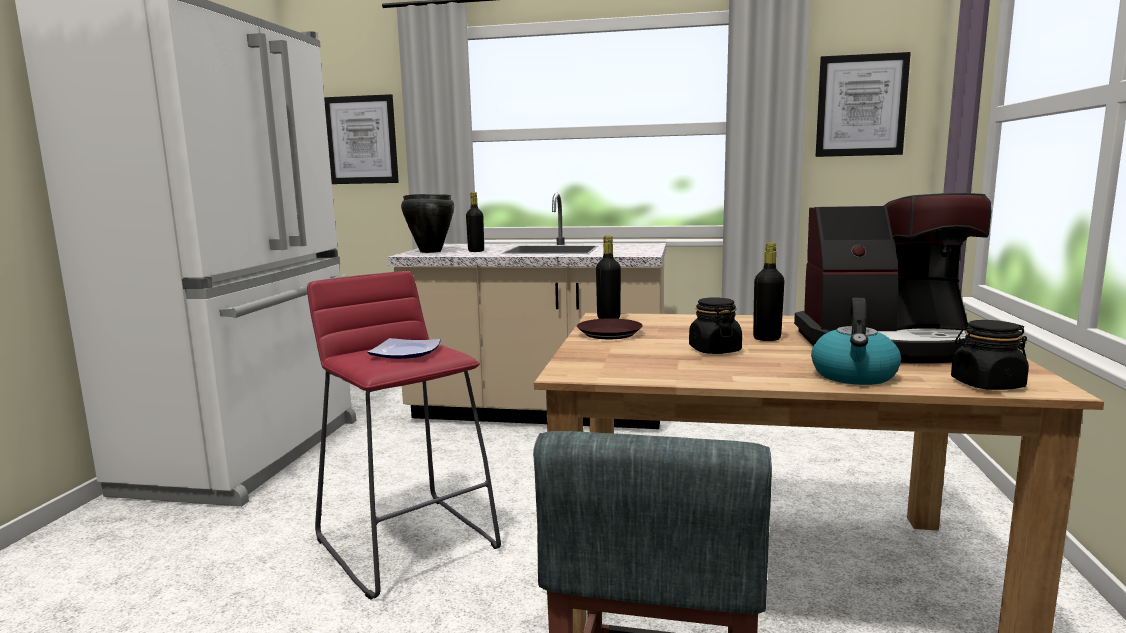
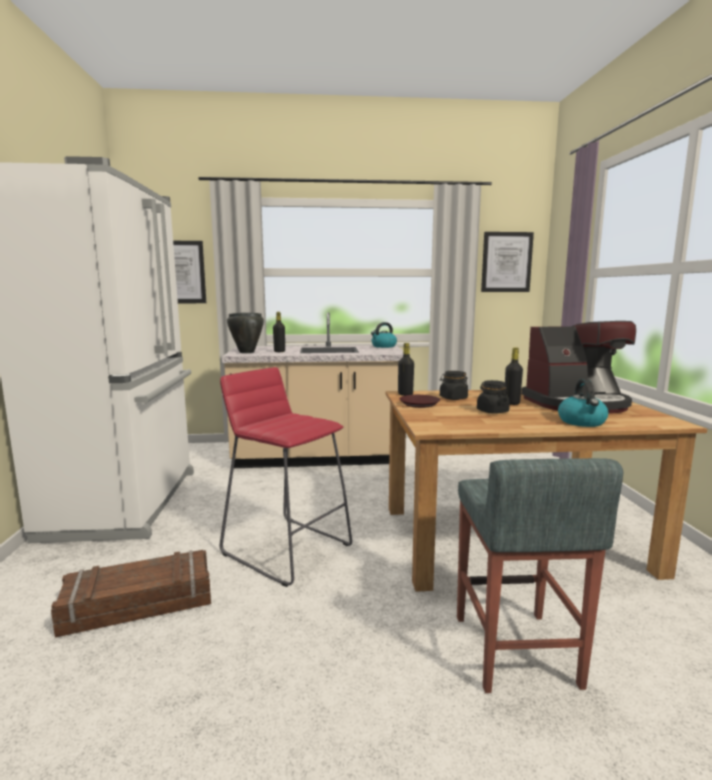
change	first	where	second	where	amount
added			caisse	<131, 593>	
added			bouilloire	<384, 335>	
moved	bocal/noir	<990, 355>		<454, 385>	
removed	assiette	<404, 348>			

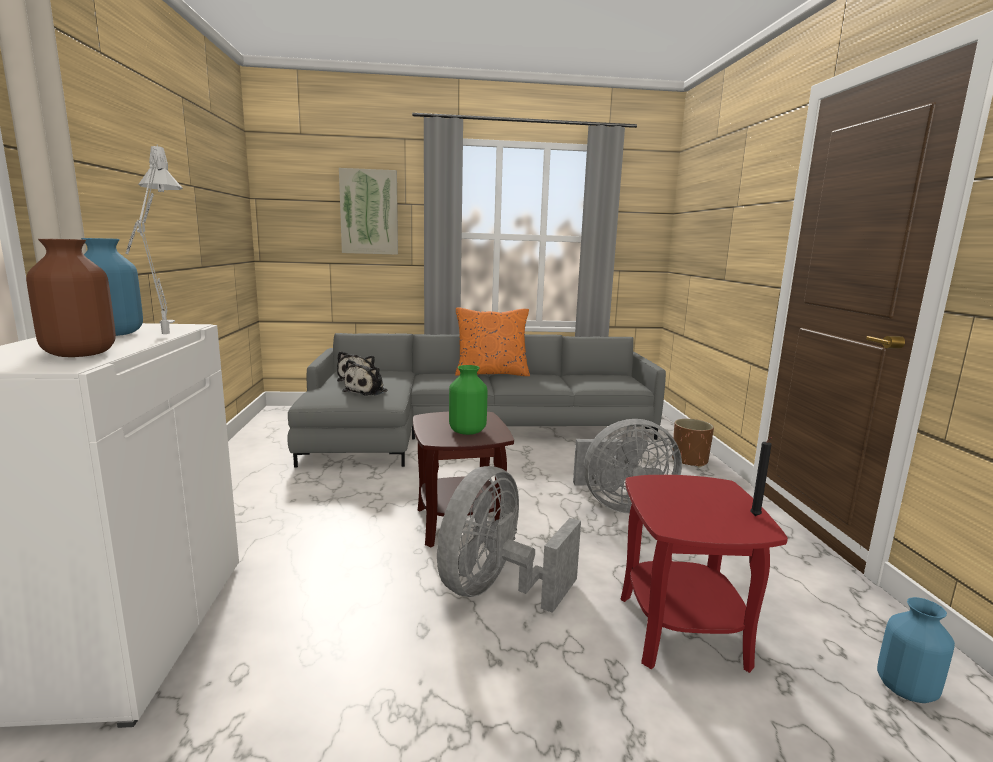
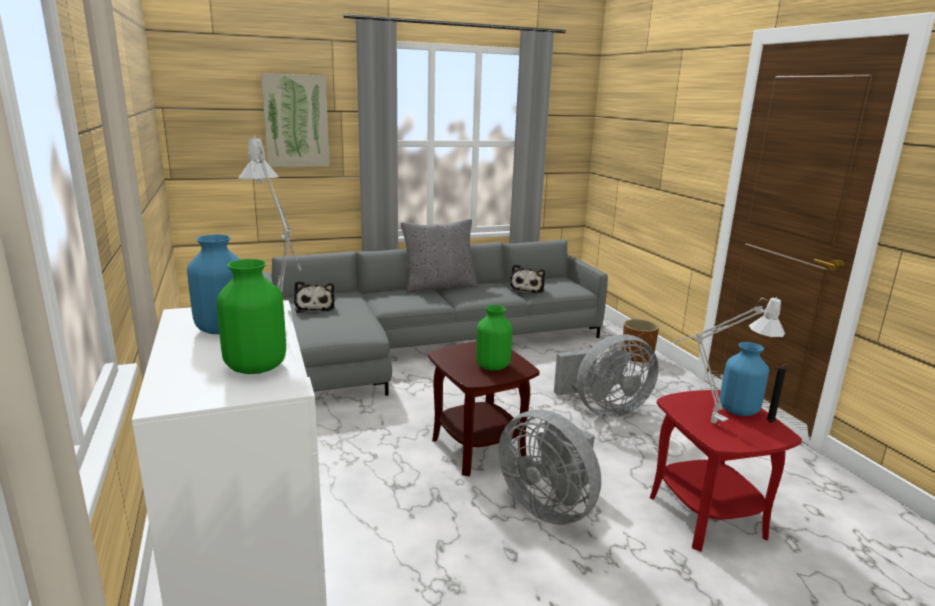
change	first	where	second	where	amount
recoloured	vase/marron	<71, 298>	vase/vert	<251, 316>	
recoloured	coussin/orange	<492, 342>	coussin/gris	<439, 256>	
turned	ventilateur/gris	<509, 539>		<550, 467>	60 degrees counterclockwise
moved	peluche	<365, 377>		<527, 278>	
added			lampe de table/gris	<728, 361>	
moved	vase/bleu	<916, 650>		<744, 379>	

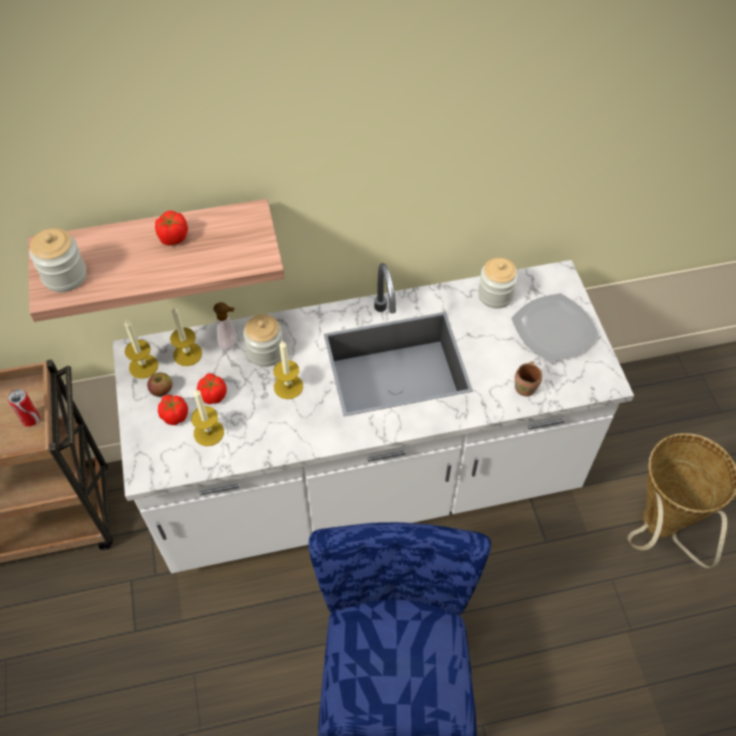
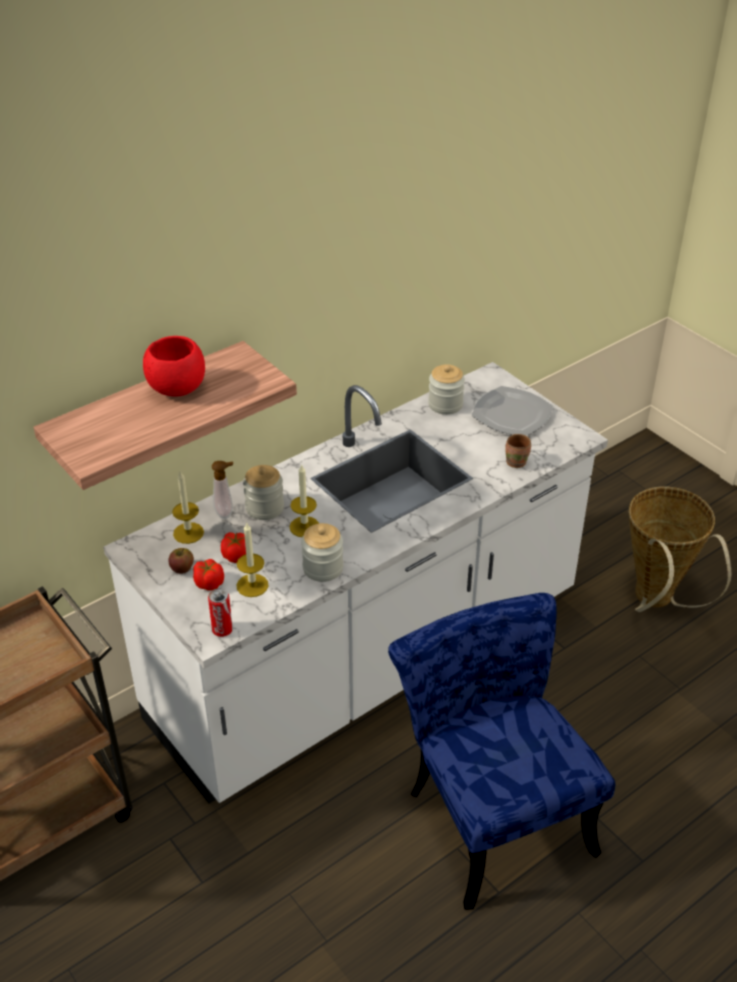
change	first	where	second	where	amount
replaced	tomate	<171, 228>	bol/rouge	<174, 366>	
moved	boîte métallique	<24, 408>		<220, 612>	
moved	bocal	<58, 260>		<322, 552>	
removed	bougie	<141, 349>			

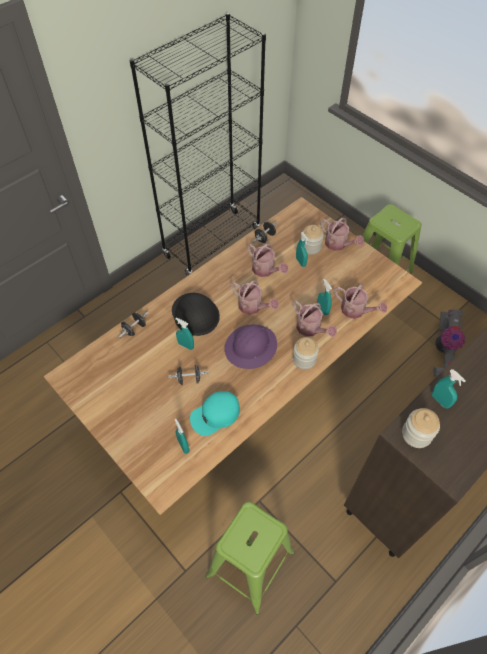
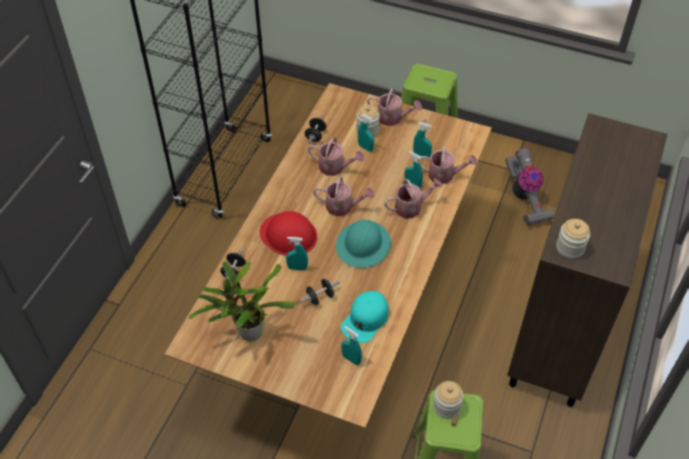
change	first	where	second	where	amount
added			plante en pot	<242, 301>	
recoloured	casque de chantier/noir	<196, 314>	casque de chantier/rouge	<288, 233>	
recoloured	casque de chantier/violet	<250, 346>	casque de chantier/turquoise	<363, 243>	
turned	arrosoir	<315, 319>		<413, 198>	45 degrees counterclockwise
moved	vaporisateur/turquoise	<449, 388>		<422, 139>	
moved	bocal	<306, 353>		<448, 400>	

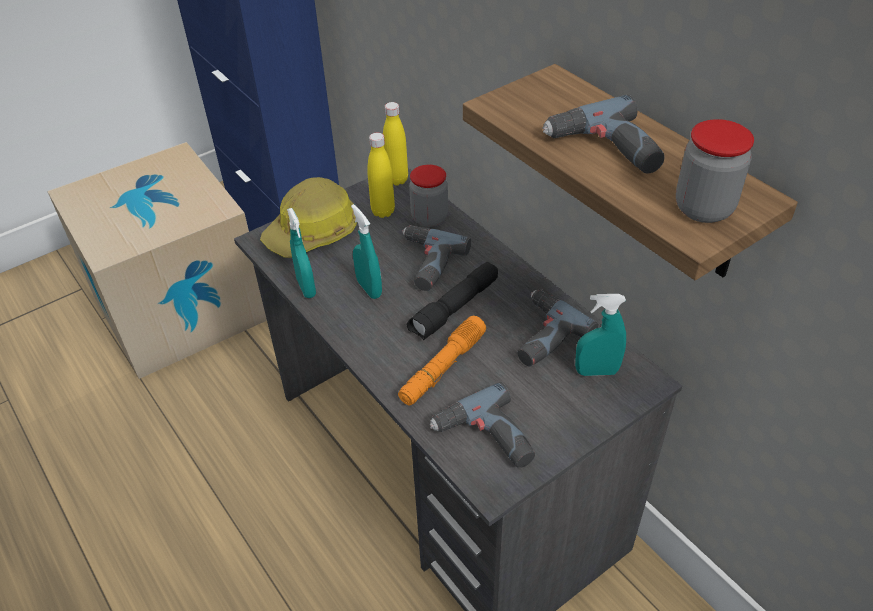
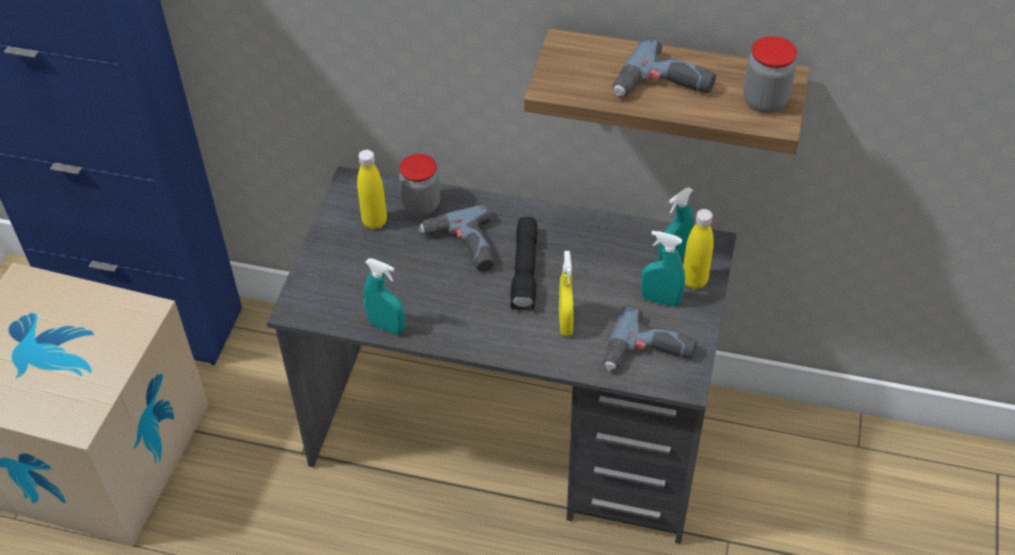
change	first	where	second	where	amount
replaced	lampe de poche/orange	<442, 361>	vaporisateur/jaune	<566, 293>	
moved	vaporisateur/turquoise	<366, 251>		<663, 269>	
moved	bouteille/jaune	<395, 144>		<698, 249>	
removed	casque de chantier	<308, 217>			
removed	perceuse	<558, 327>			

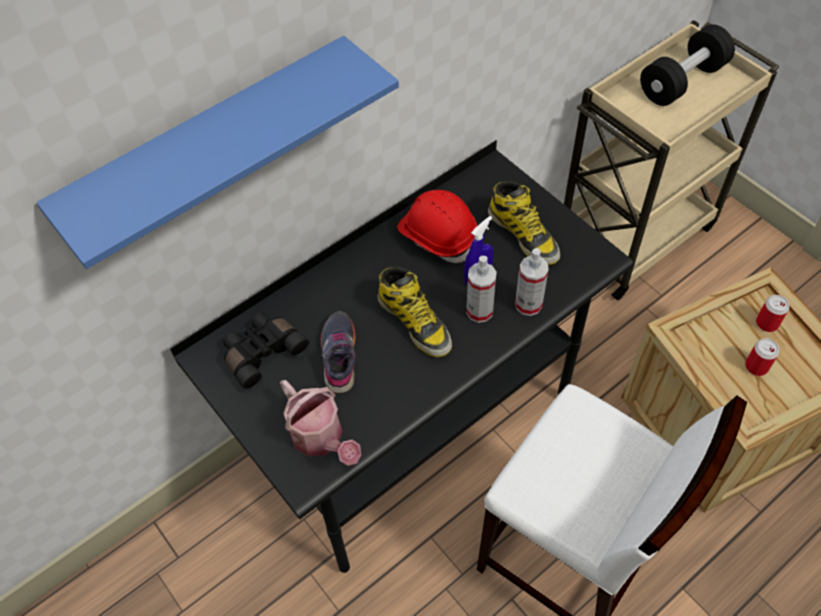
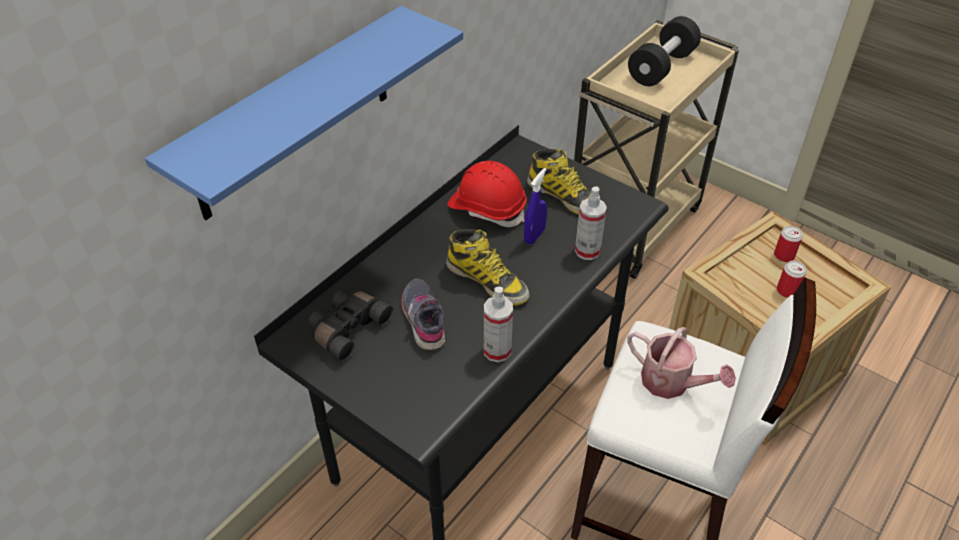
change	first	where	second	where	amount
moved	vaporisateur	<481, 289>		<498, 324>	
moved	arrosoir	<320, 423>		<681, 363>	

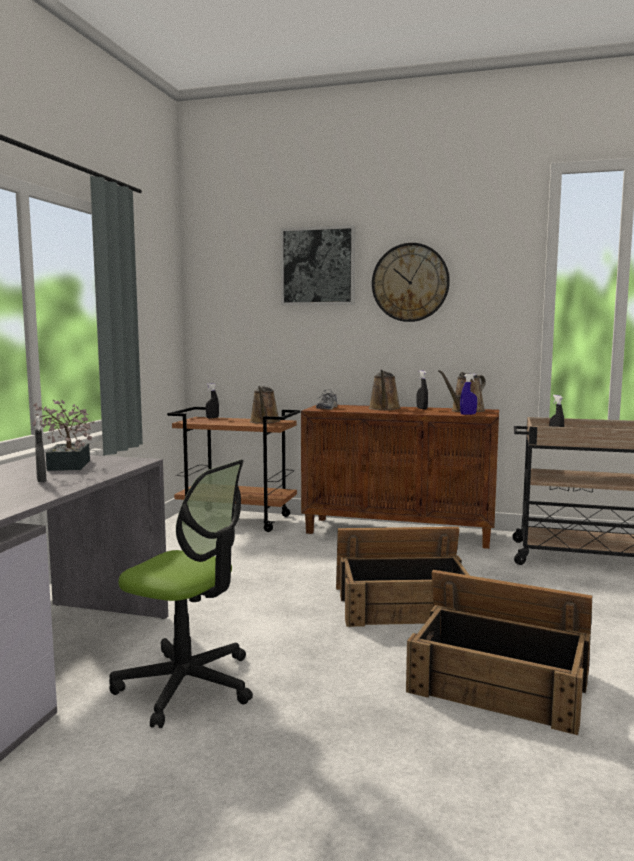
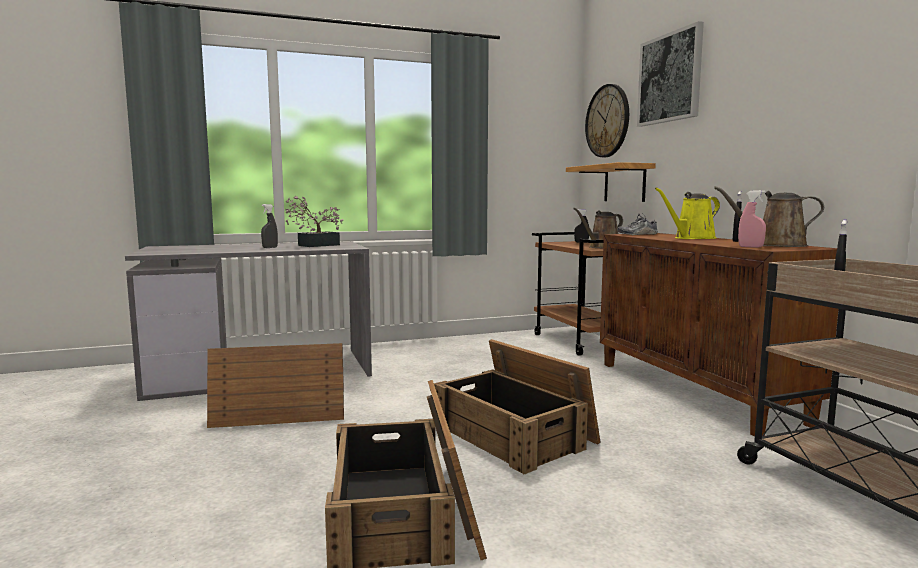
change	first	where	second	where	amount
replaced	chaise de bureau	<181, 594>	caisse	<275, 385>	
added			étagère	<611, 182>	
moved	horloge murale	<411, 282>		<607, 120>	
recoloured	arrosoir/marron	<384, 390>	arrosoir/jaune	<687, 213>	
recoloured	vaporisateur/bleu	<468, 394>	vaporisateur/rose	<752, 219>	

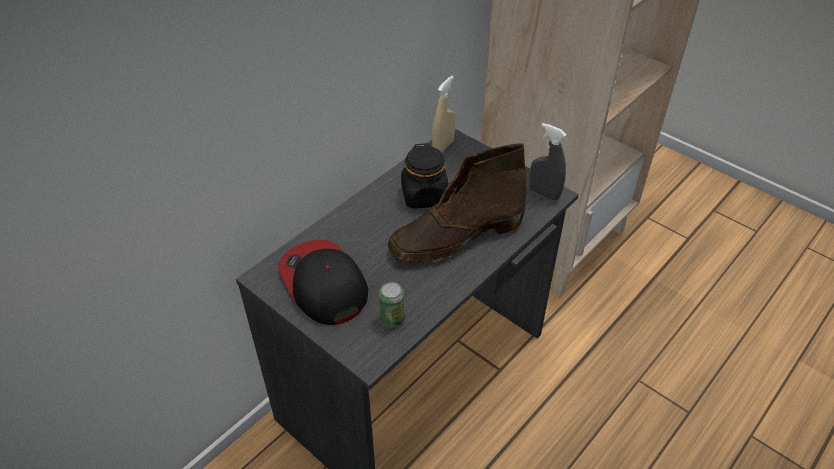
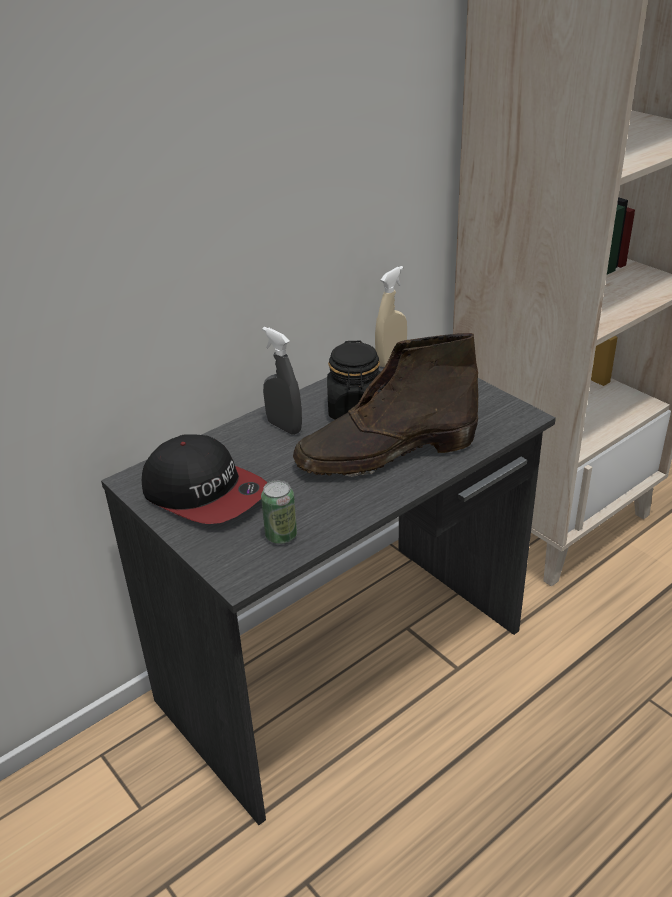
change	first	where	second	where	amount
turned	casquette	<323, 282>		<204, 479>	150 degrees clockwise
moved	vaporisateur/gris	<548, 161>		<282, 381>	

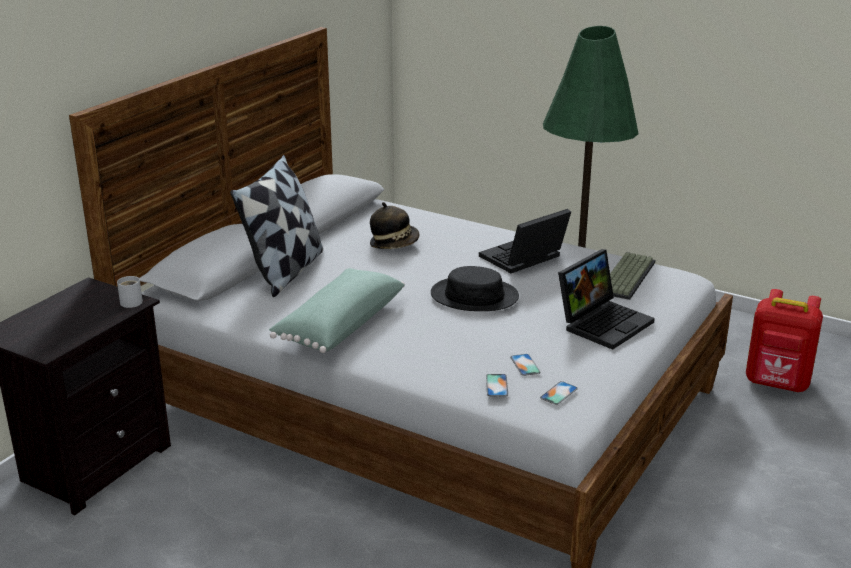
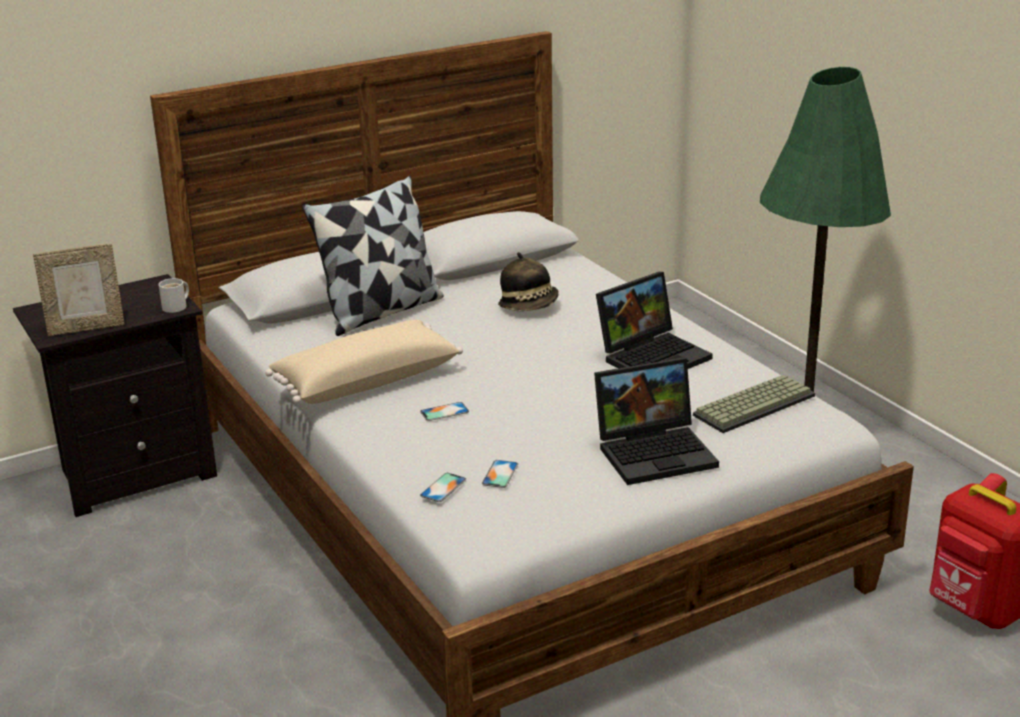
change	first	where	second	where	amount
added			cadre photo	<79, 290>	
recoloured	coussin/vert	<337, 310>	coussin/beige	<364, 362>	
moved	téléphone	<559, 393>		<444, 411>	
turned	ordinateur portable	<525, 241>		<654, 320>	150 degrees clockwise
removed	chapeau/noir	<475, 288>			

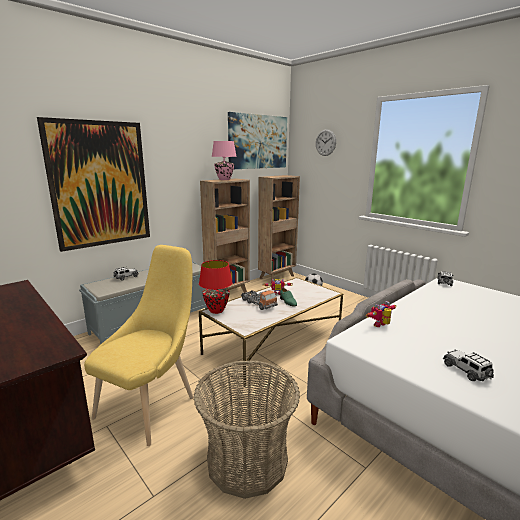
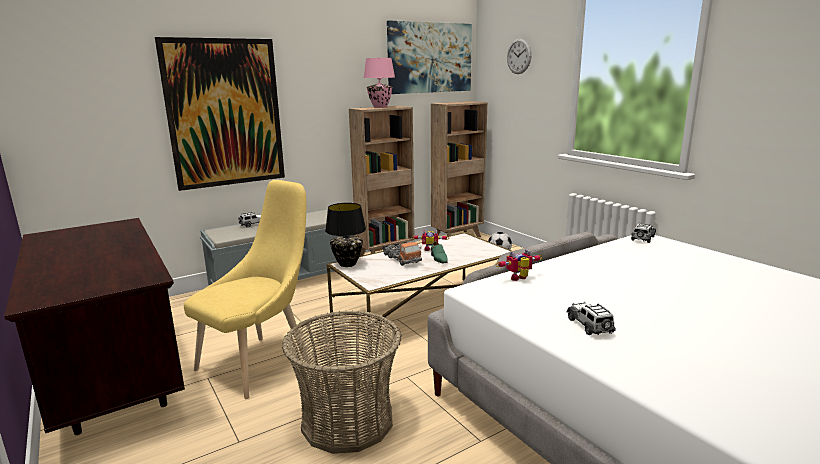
change	first	where	second	where	amount
recoloured	lampe de table/rouge	<216, 287>	lampe de table/noir	<345, 235>	

